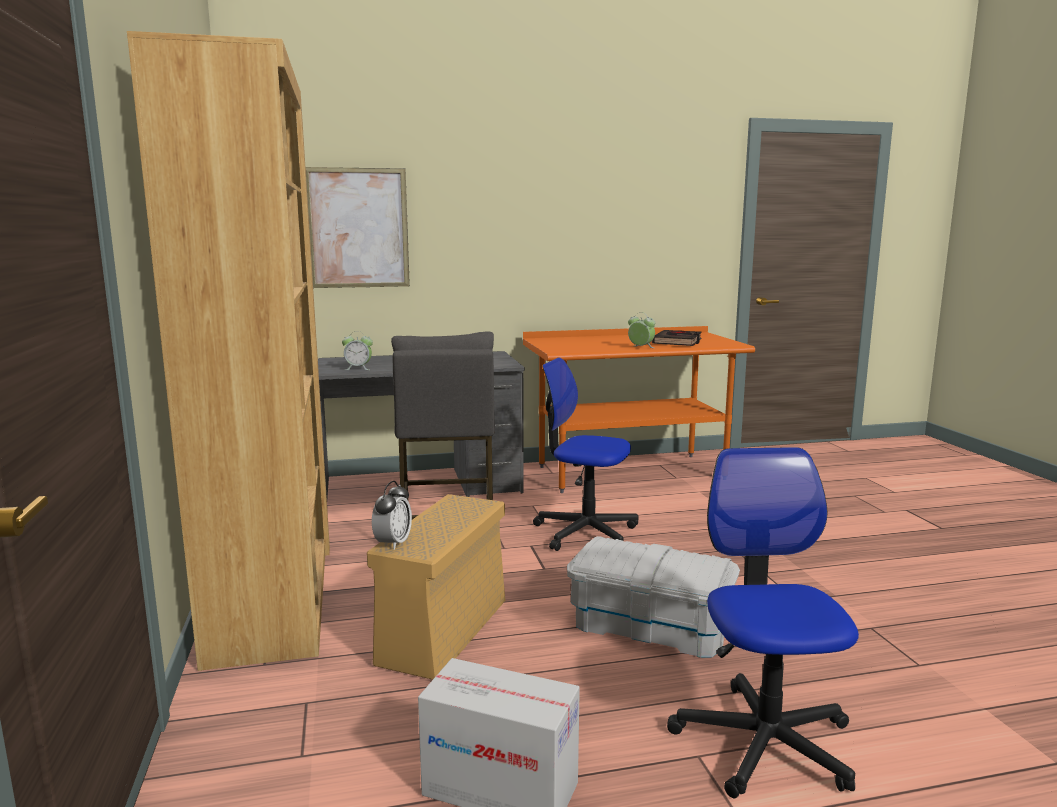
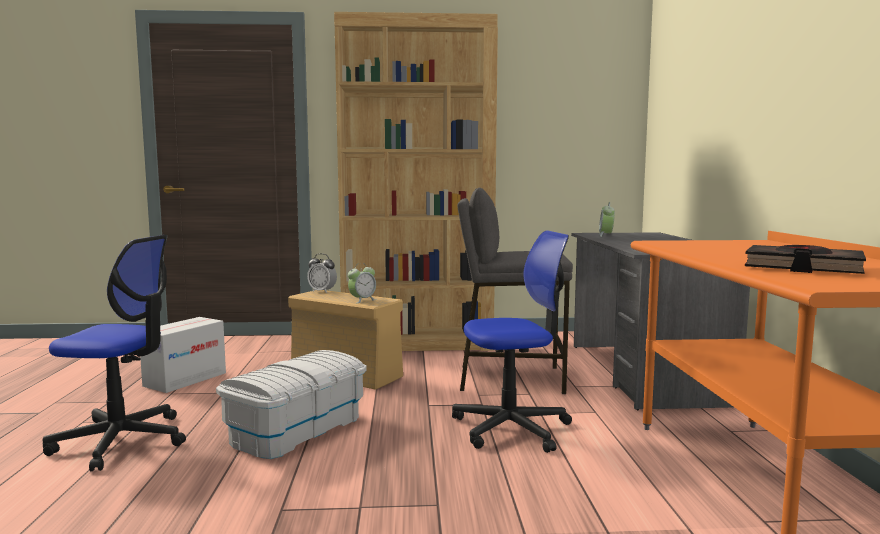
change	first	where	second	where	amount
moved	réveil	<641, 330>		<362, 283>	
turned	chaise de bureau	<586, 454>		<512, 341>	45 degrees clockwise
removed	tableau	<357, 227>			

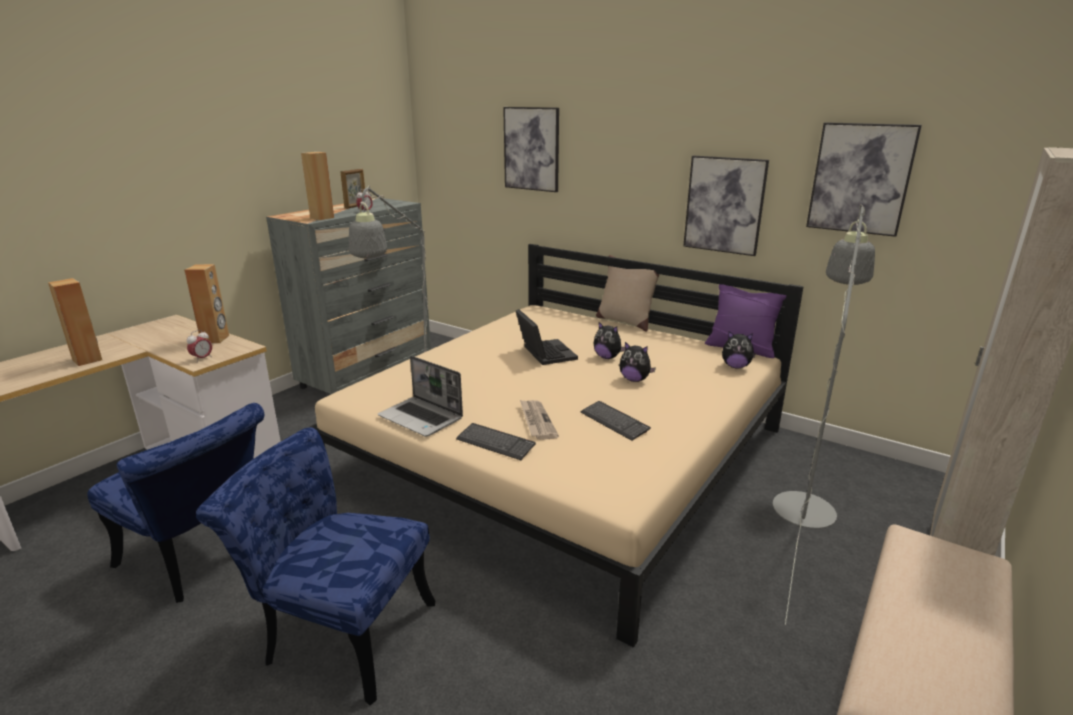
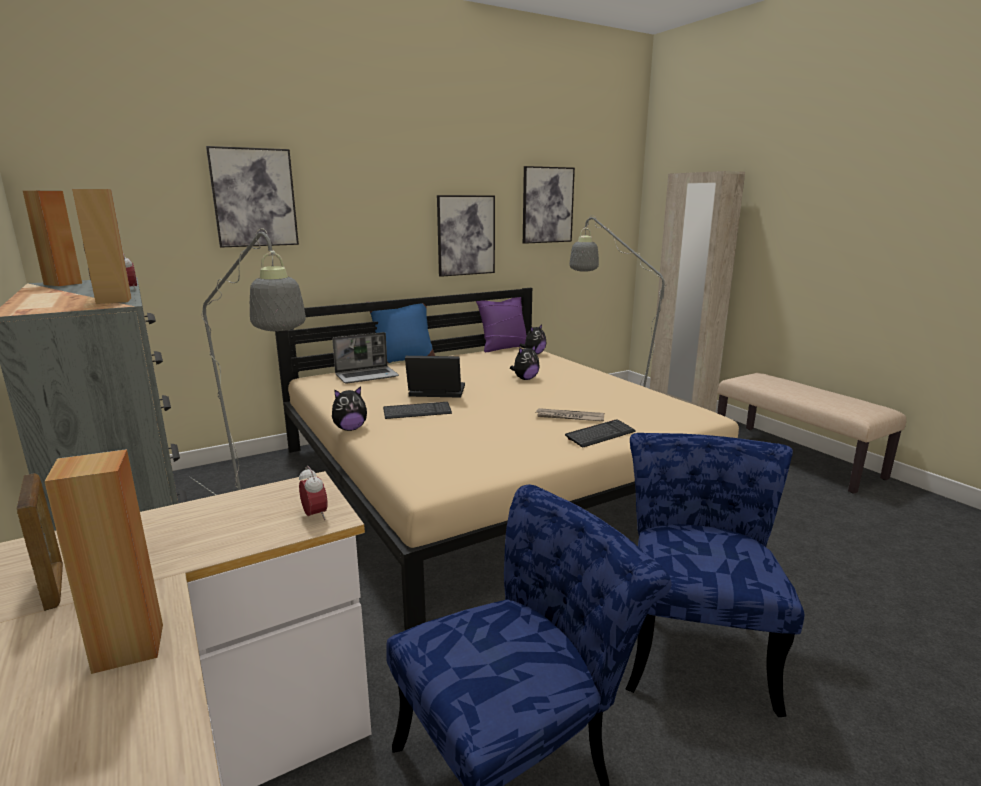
change	first	where	second	where	amount
moved	cadre photo	<352, 189>		<39, 542>	
moved	enceinte/marron	<206, 303>		<52, 238>	
moved	ordinateur portable	<420, 396>		<365, 358>	
moved	peluche	<609, 340>		<349, 408>	
recoloured	coussin/beige	<628, 293>	coussin/bleu	<401, 332>	
moved	clavier	<616, 421>		<417, 410>	
turned	chaise/bleu	<315, 566>		<715, 575>	150 degrees clockwise

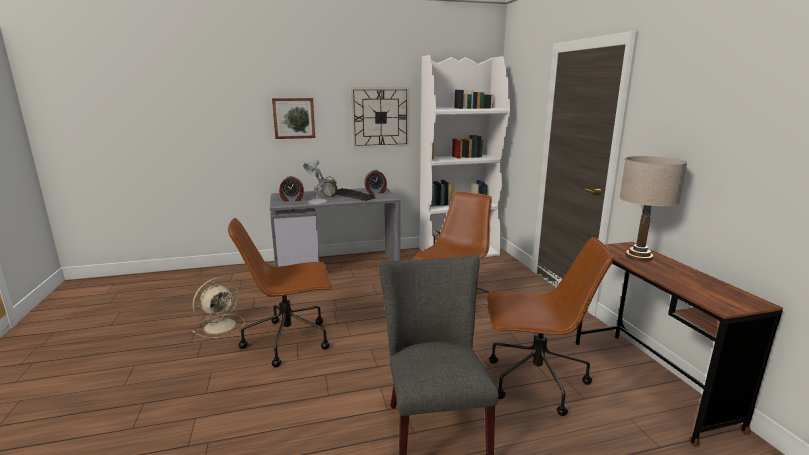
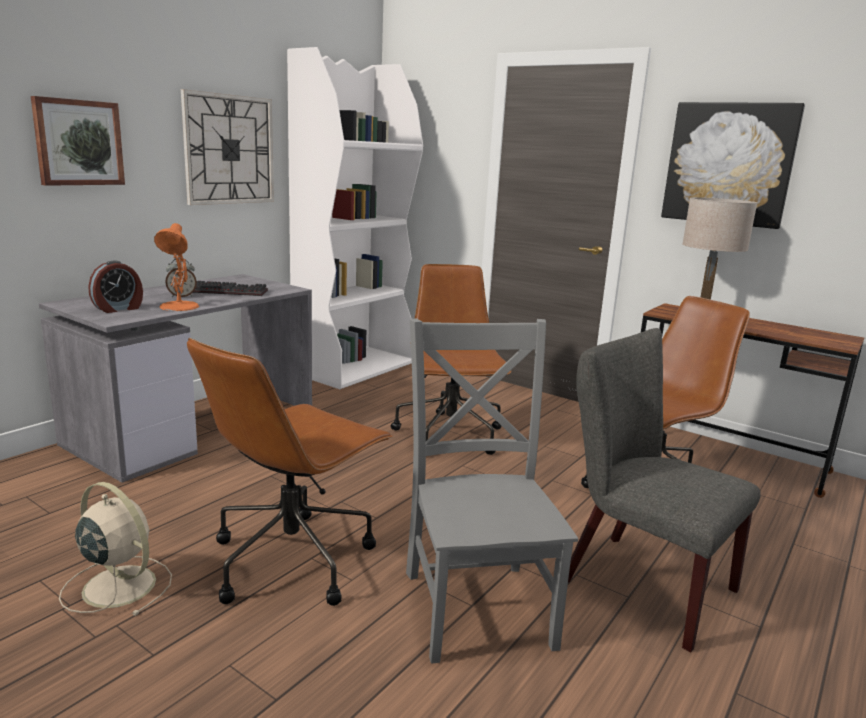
change	first	where	second	where	amount
turned	ventilateur/beige	<218, 308>		<115, 549>	60 degrees counterclockwise
recoloured	lampe de table/blanc	<315, 181>	lampe de table/orange	<176, 267>	
added			chaise/gris	<492, 491>	
added			tableau	<733, 165>	
removed	réveil	<375, 182>			

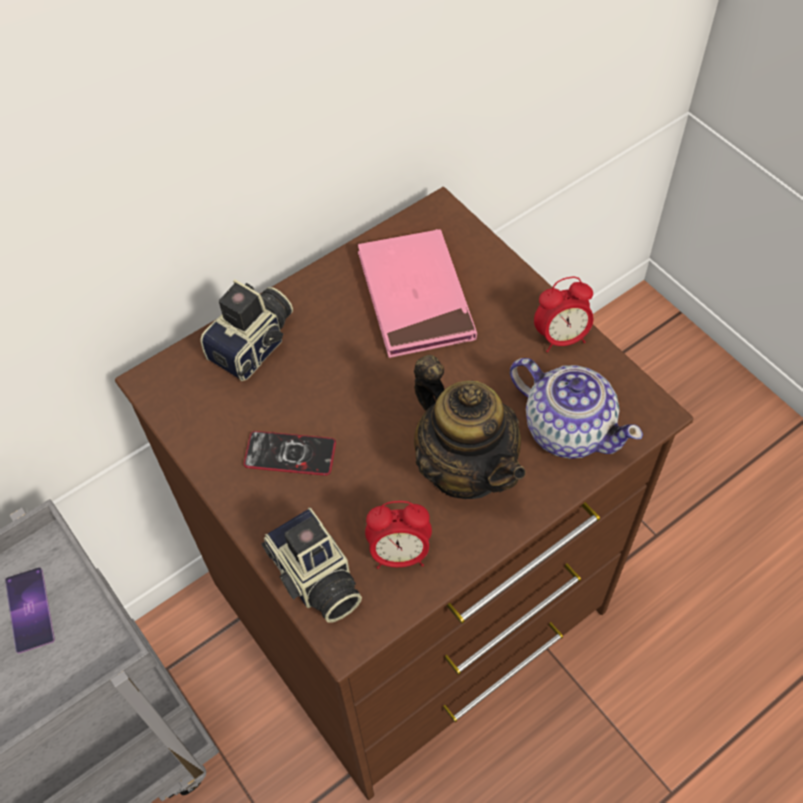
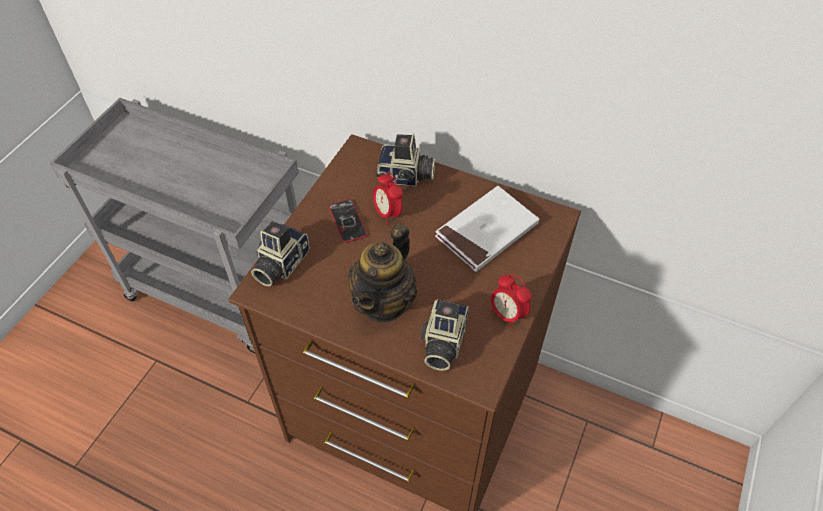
change	first	where	second	where	amount
moved	réveil	<398, 535>		<388, 198>	
replaced	théière	<576, 408>	appareil photo	<445, 335>	
recoloured	livre/rose	<417, 293>	livre/blanc	<487, 229>	
removed	téléphone	<30, 610>			

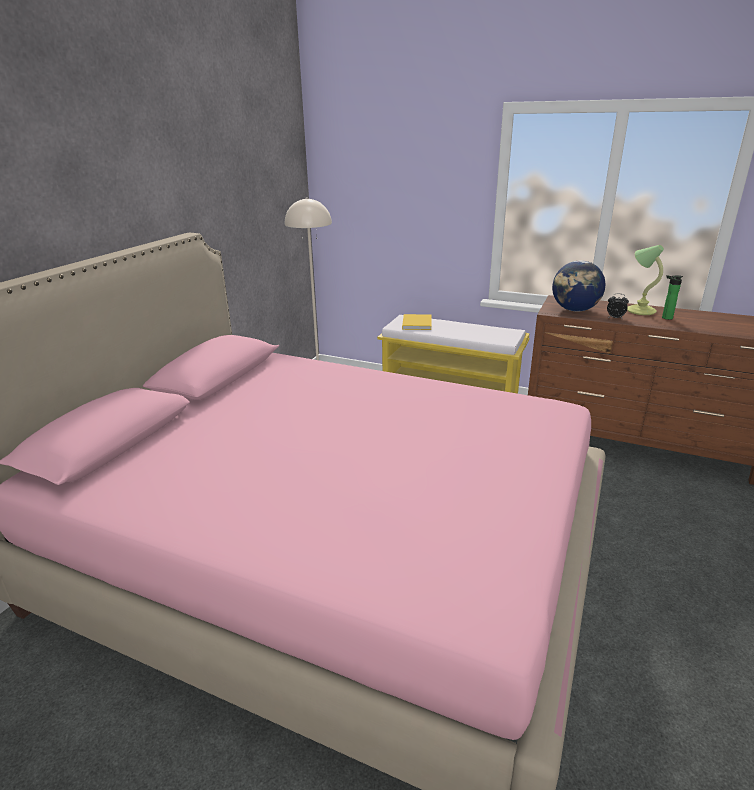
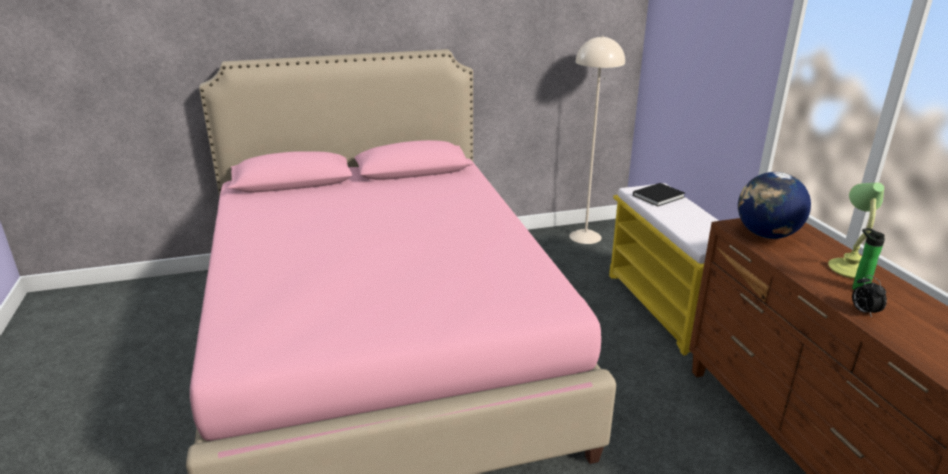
change	first	where	second	where	amount
recoloured	livre/jaune	<416, 322>	livre/noir	<659, 194>	
moved	réveil	<618, 306>		<869, 296>	

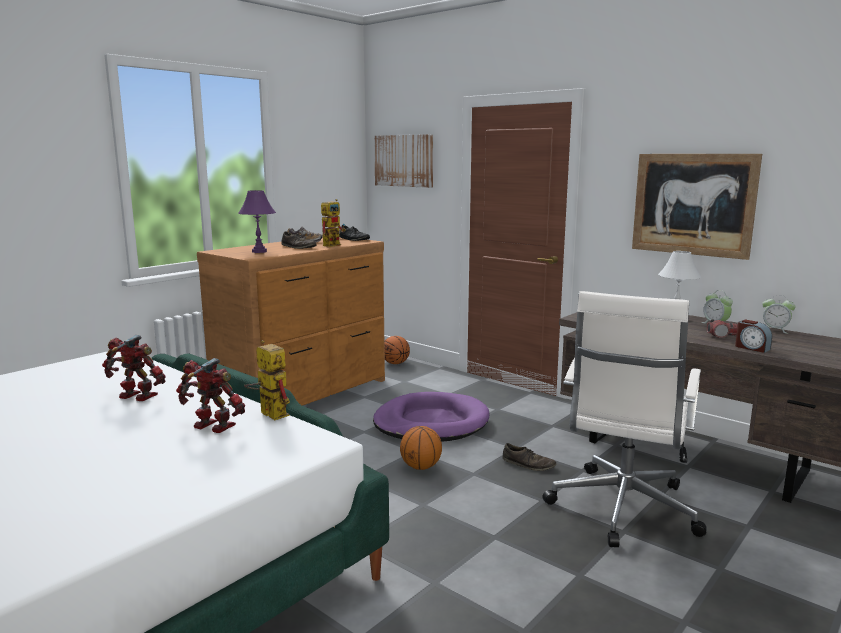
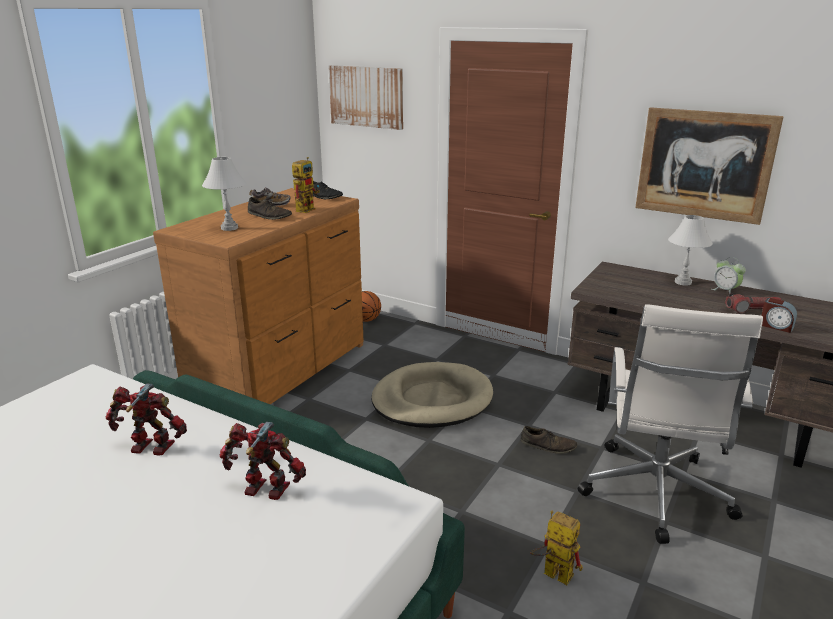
change	first	where	second	where	amount
recoloured	lampe de table/violet	<257, 221>	lampe de table/blanc	<224, 194>	
recoloured	panier pour chien/violet	<431, 417>	panier pour chien/beige	<432, 395>	
moved	robot jouet	<267, 380>		<556, 547>	
removed	ballon de basket	<421, 448>			
removed	réveil	<779, 314>			

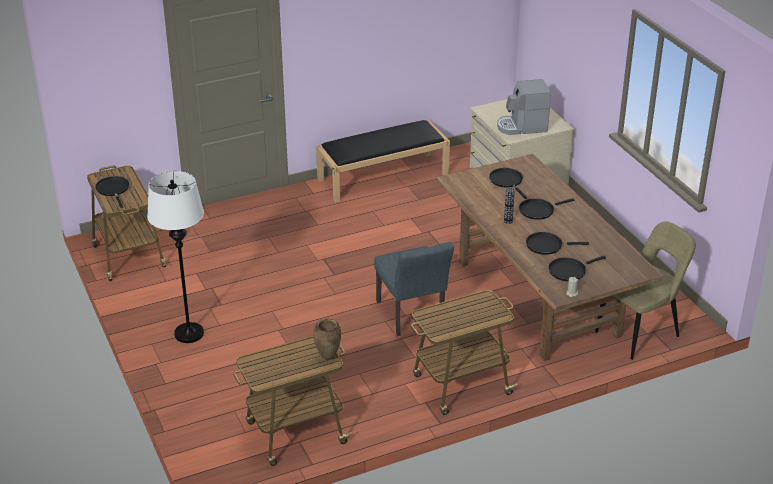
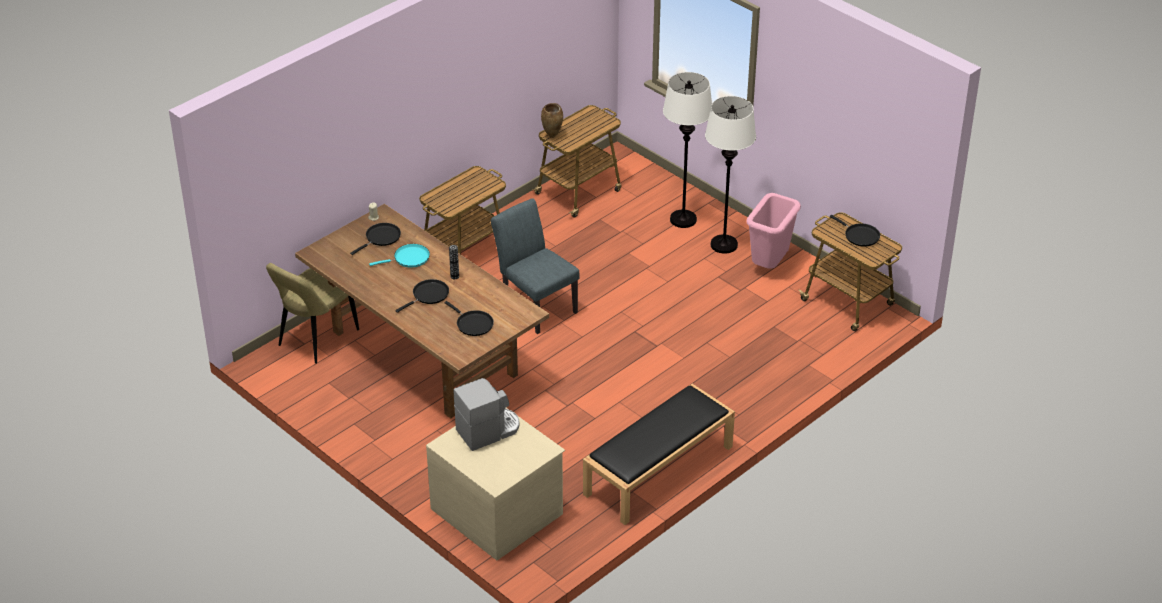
change	first	where	second	where	amount
recoloured	poêle/noir	<557, 243>	poêle/turquoise	<399, 255>	
added			lampadaire/blanc	<687, 150>	
added			poubelle/rose	<773, 231>	

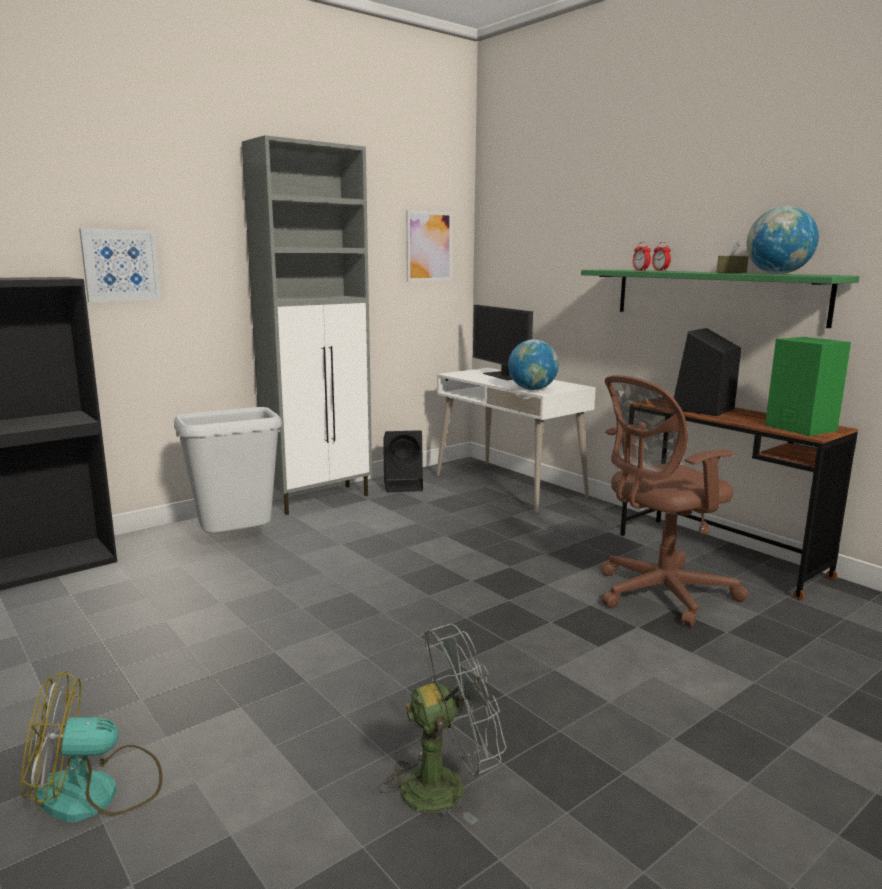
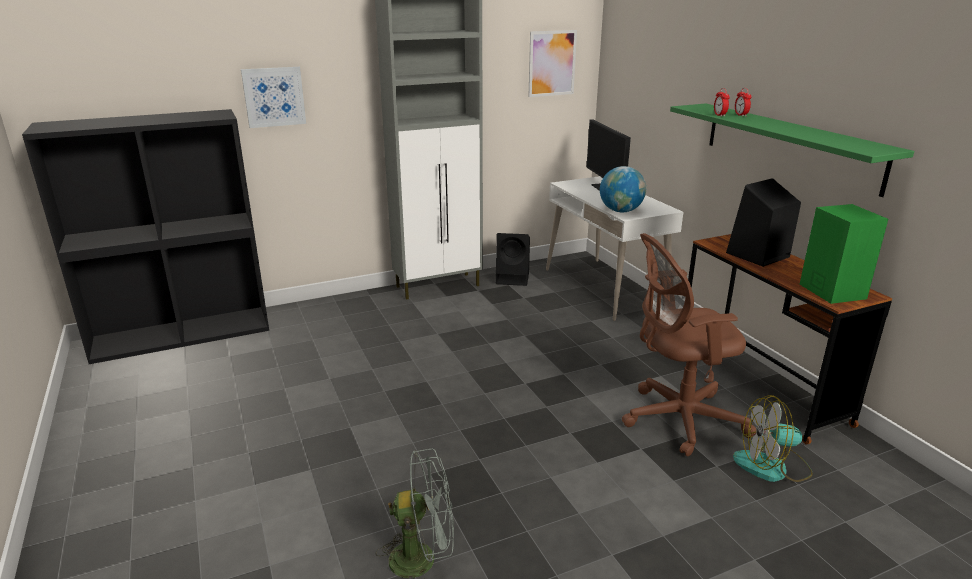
change	first	where	second	where	amount
moved	ventilateur	<92, 746>		<773, 438>	
removed	poubelle/gris	<228, 470>			
removed	boîte à mouchoirs/marron	<733, 256>			
removed	globe	<783, 240>			

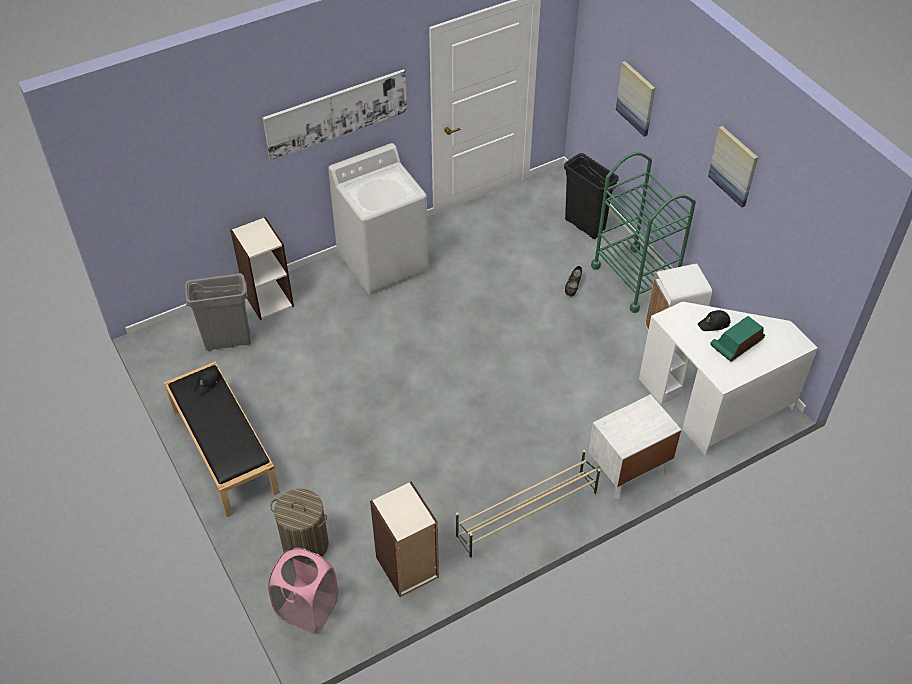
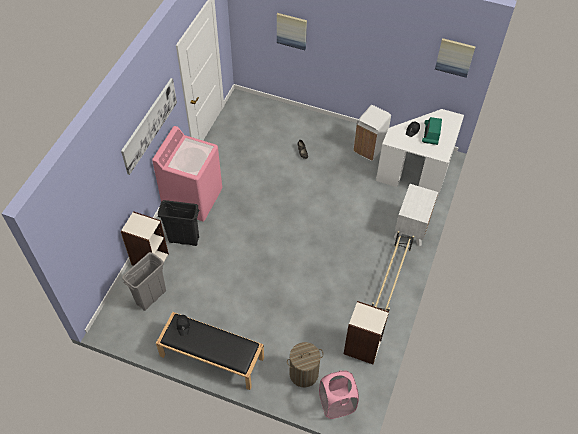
change	first	where	second	where	amount
recoloured	lave-linge/blanc	<378, 219>	lave-linge/rose	<187, 174>	
moved	poubelle/noir	<591, 196>		<178, 223>	
moved	tableau	<733, 167>		<455, 58>	
removed	chariot/vert	<643, 232>			

